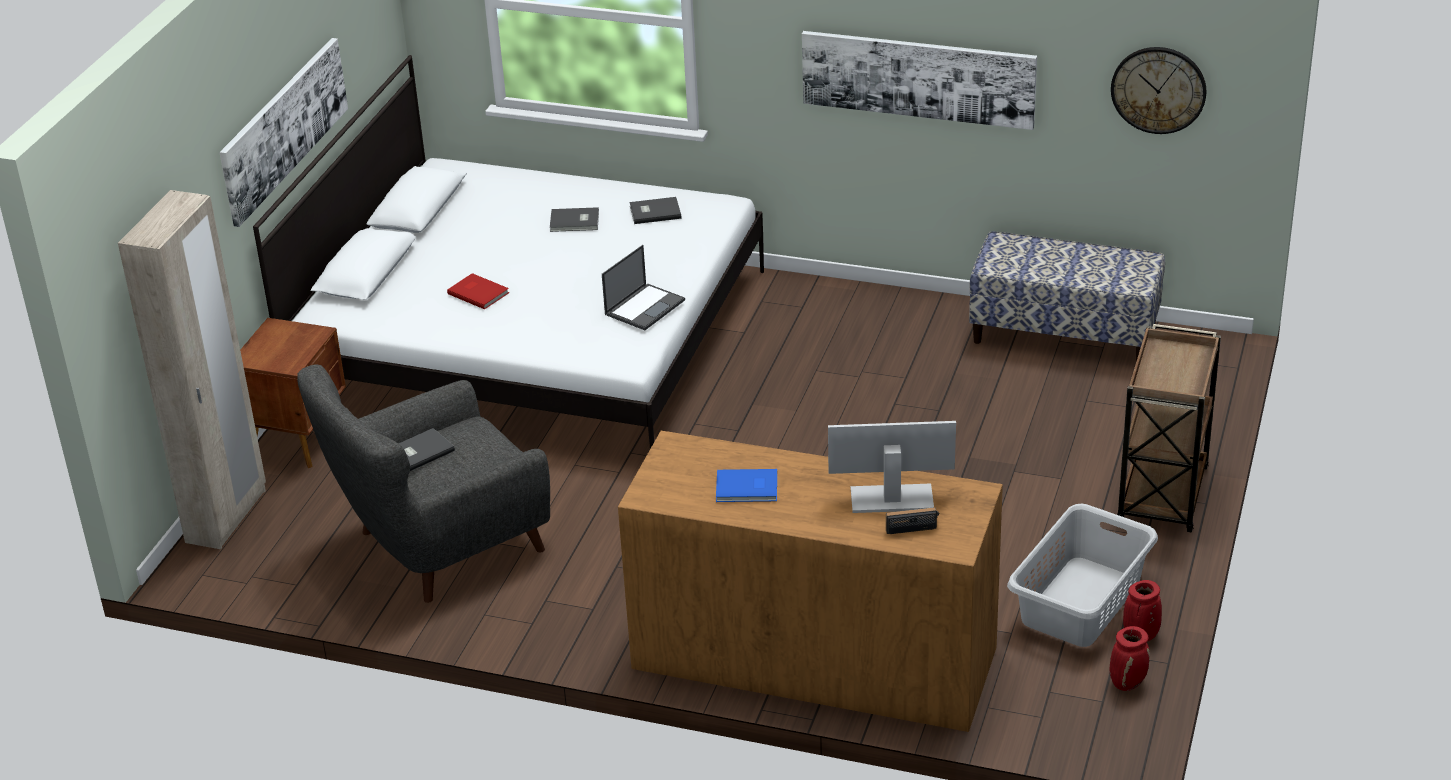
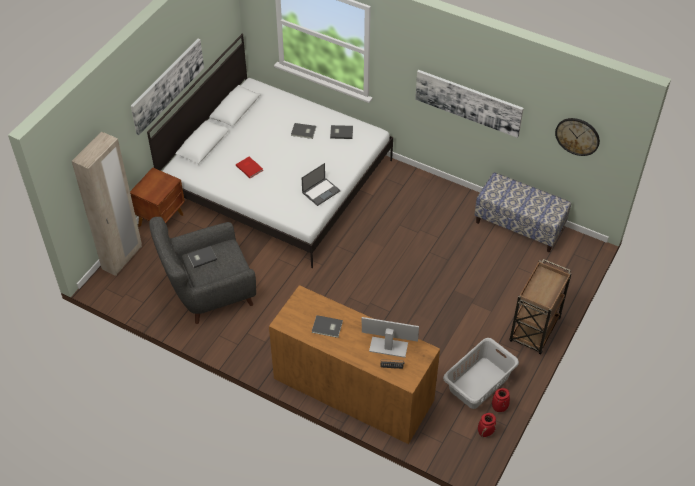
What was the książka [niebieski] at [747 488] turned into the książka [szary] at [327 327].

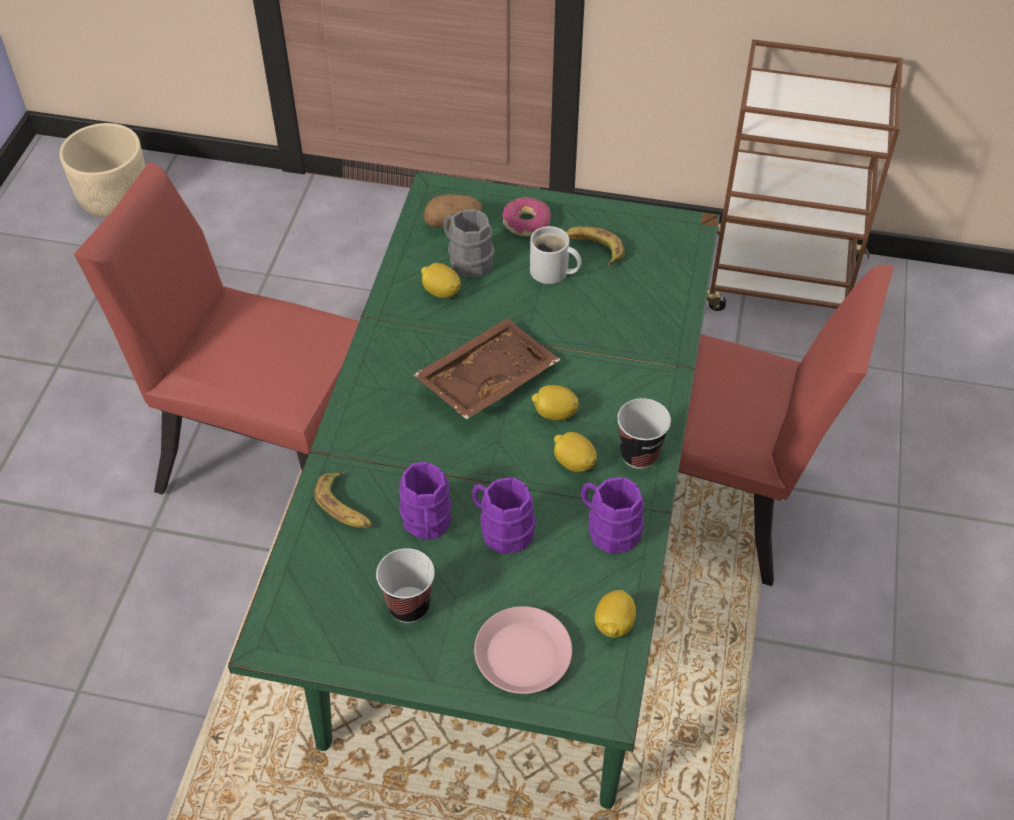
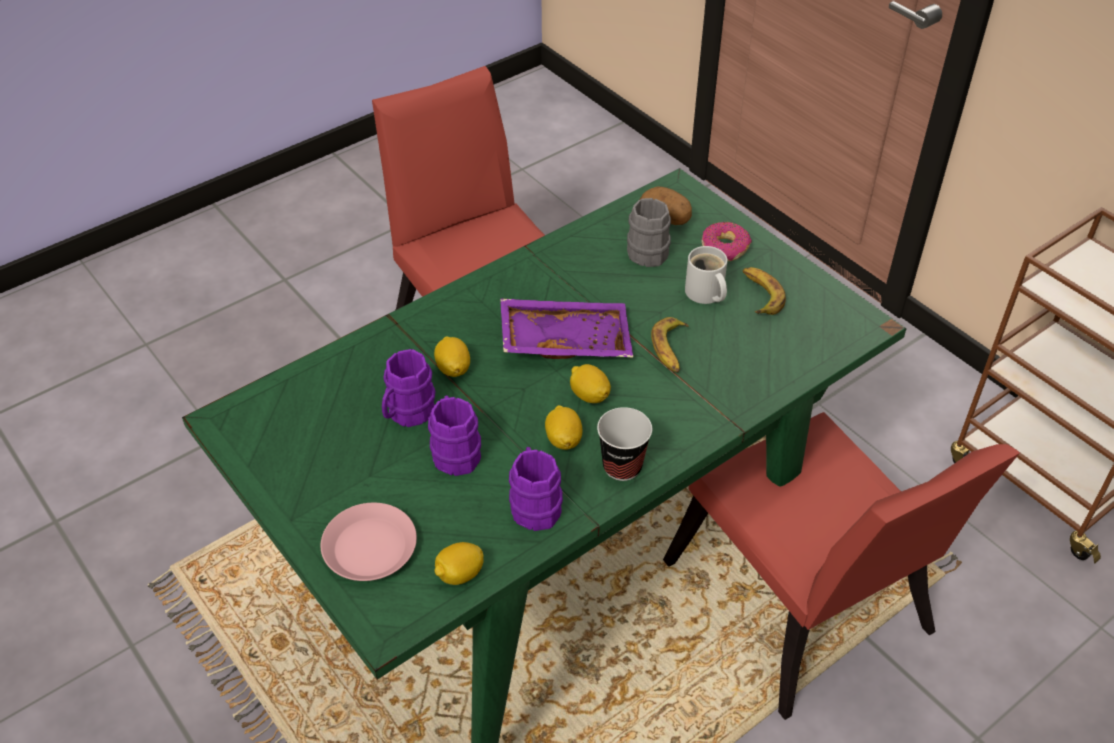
The second view lost the donica [beżowy] at [116 200]. The second view lost the filiżanka at [409 606]. The banan ended up elsewhere, having gone from [345 507] to [670 350]. The cytryna ended up elsewhere, having gone from [441 292] to [453 368]. What was the taca [brązowy] at [485 378] turned into the taca [fioletowy] at [565 339].

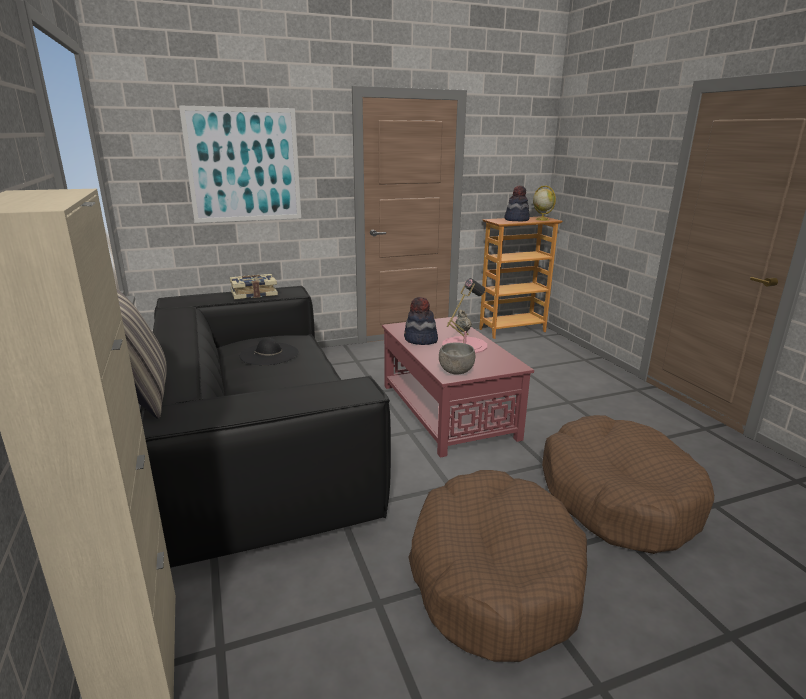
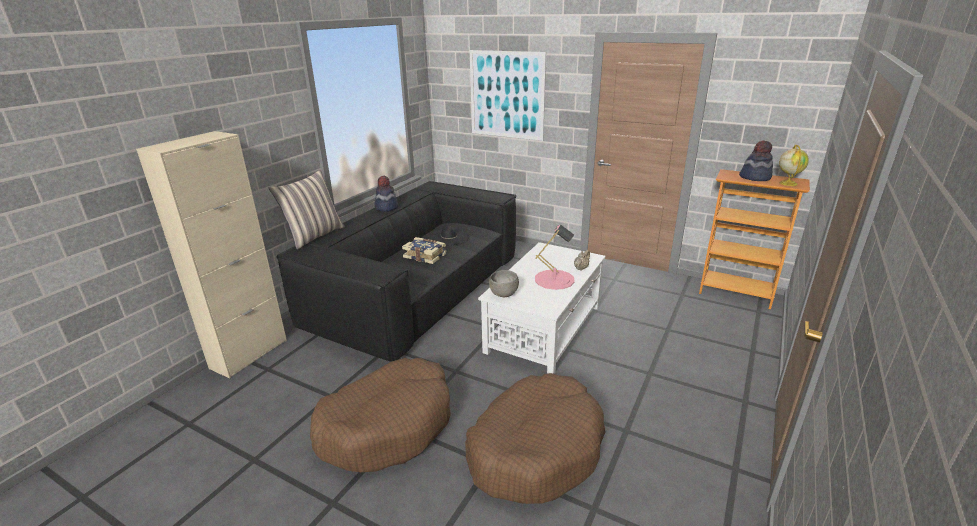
The książka ended up elsewhere, having gone from [254 294] to [425 256]. The kapelusz ended up elsewhere, having gone from [420 340] to [386 207]. What was the ława [czerwony] at [447 410] turned into the ława [biały] at [545 328].

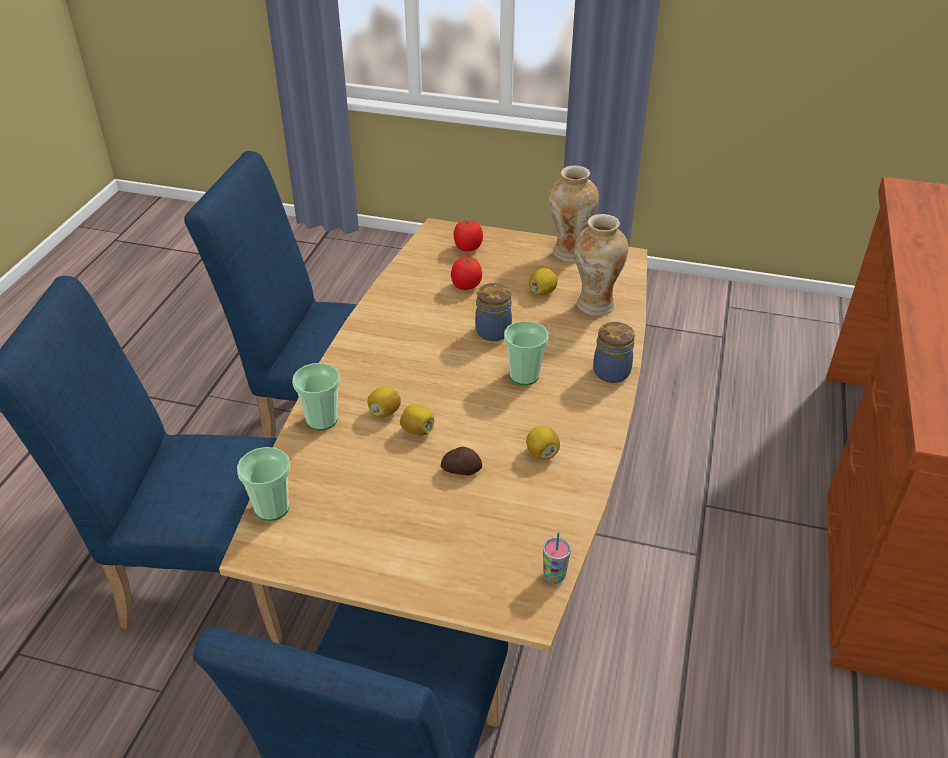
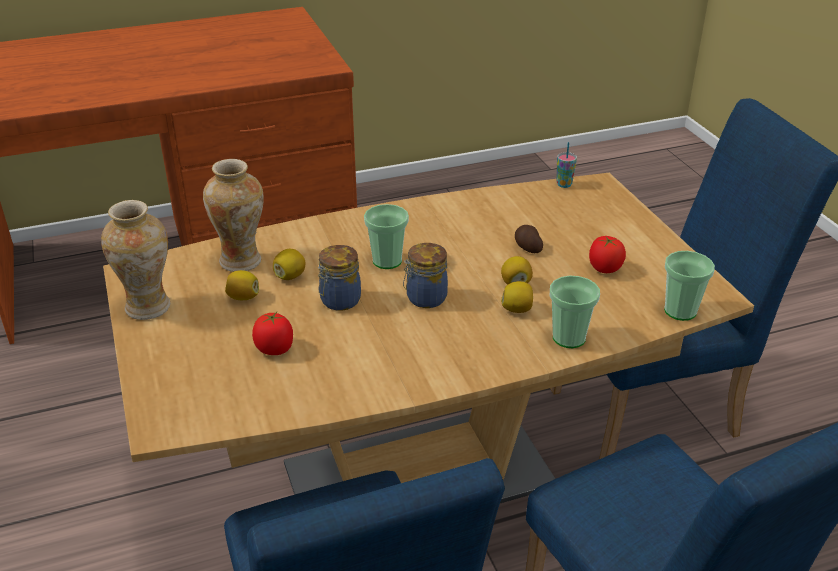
The pomidor ended up elsewhere, having gone from [468 248] to [604 269]. The cytryna ended up elsewhere, having gone from [542 453] to [290 276]. The słoik ended up elsewhere, having gone from [611 371] to [425 298].

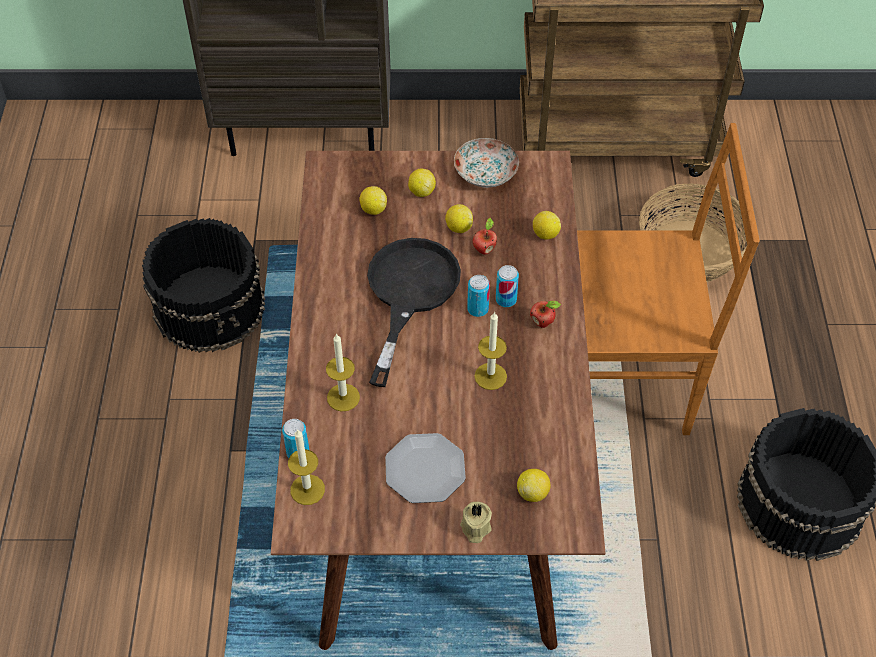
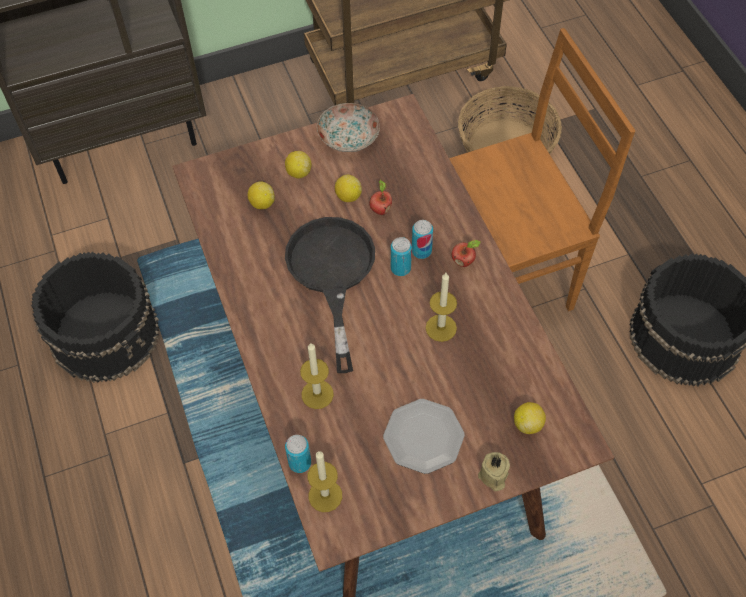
The second view lost the cytryna at [545 234].

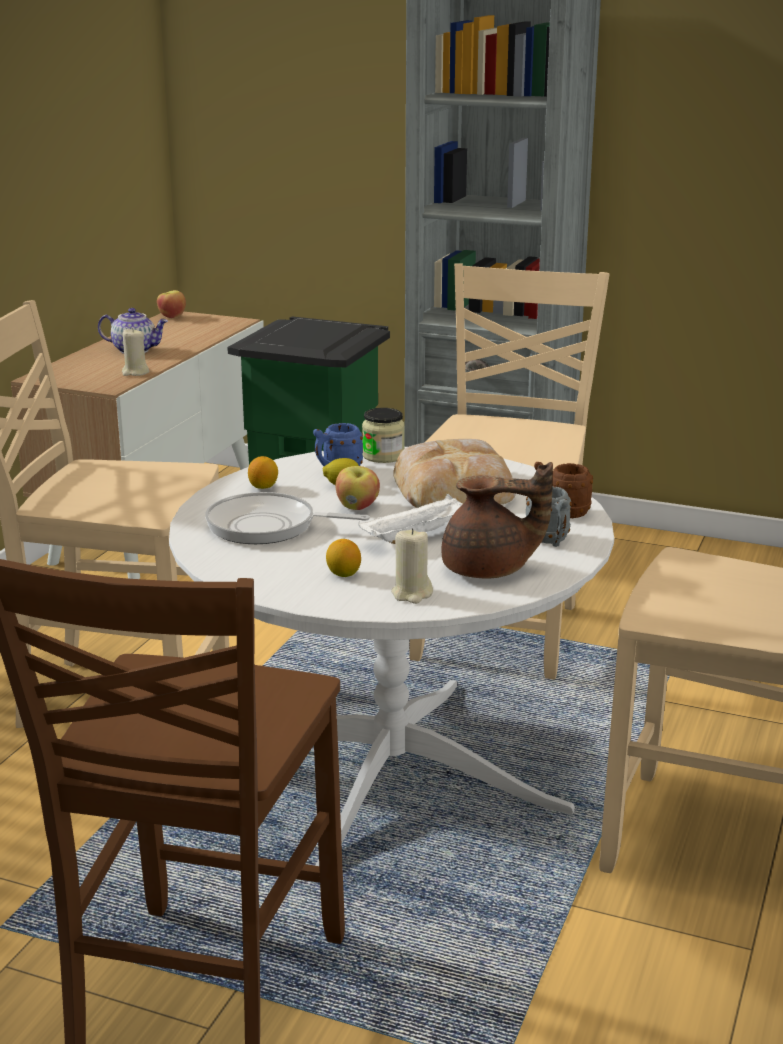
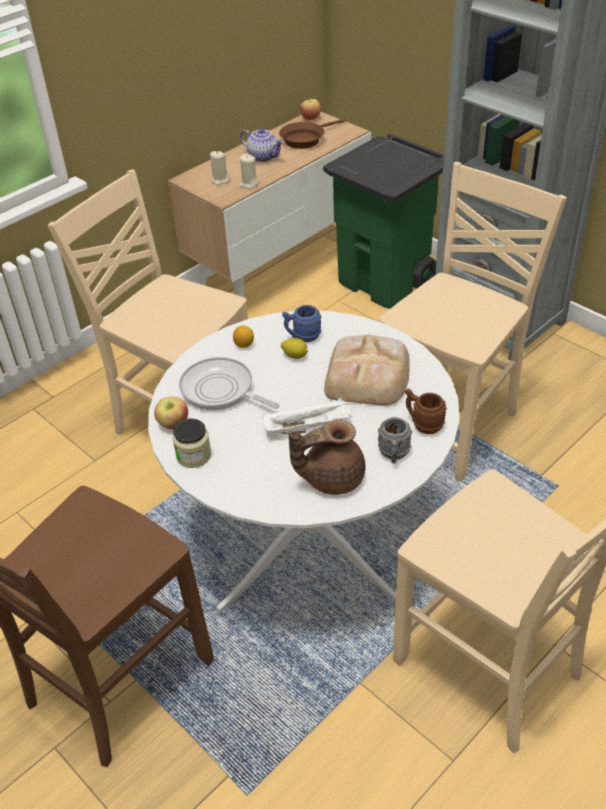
The second view lost the cytryna at [343 574]. The second view gained the patelnia [brązowy] at [305 139]. The jabłko ended up elsewhere, having gone from [357 507] to [173 424]. The słoik ended up elsewhere, having gone from [383 456] to [194 456]. The świeca [beżowy] ended up elsewhere, having gone from [412 594] to [220 180]. The imbryk [brązowy] at [489 570] ended up facing another way, 135 degrees clockwise from before.

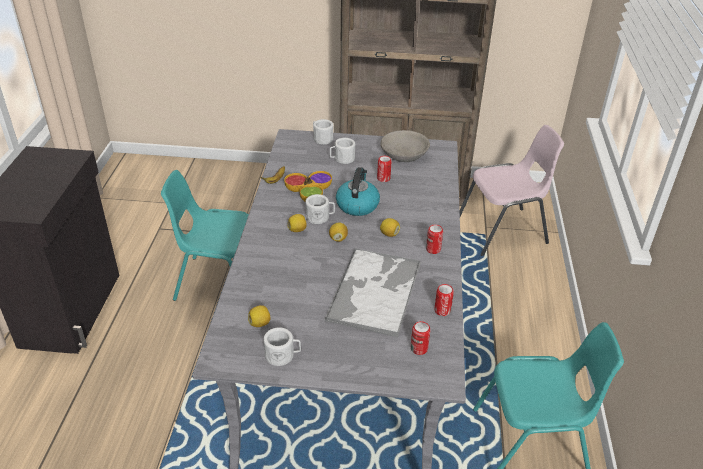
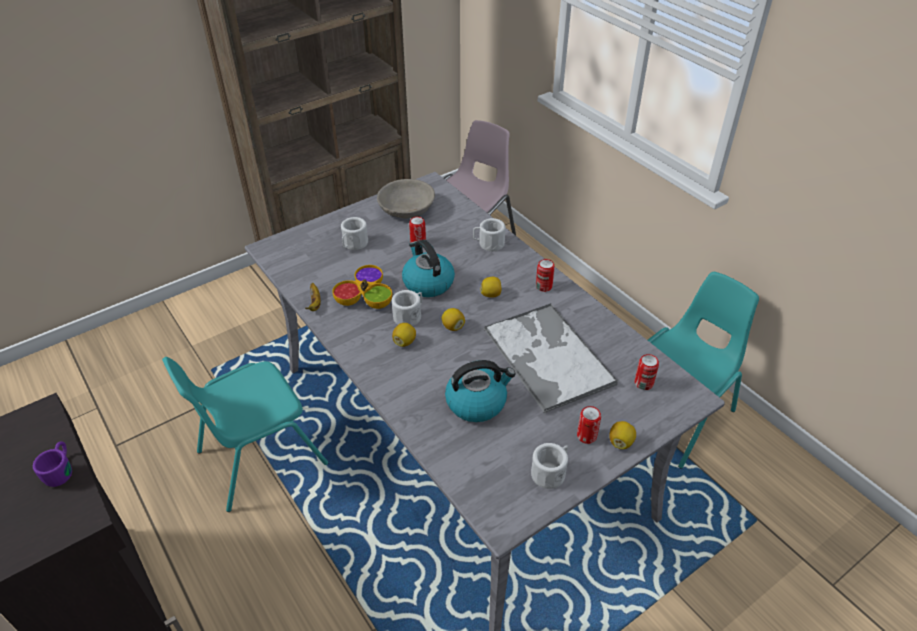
The second view gained the kubek [fioletowy] at [61 469]. The second view gained the czajnik at [477 402]. The cytryna ended up elsewhere, having gone from [260 323] to [620 442]. The kubek [biały] ended up elsewhere, having gone from [321 138] to [488 244]. The puszka ended up elsewhere, having gone from [442 310] to [586 436].

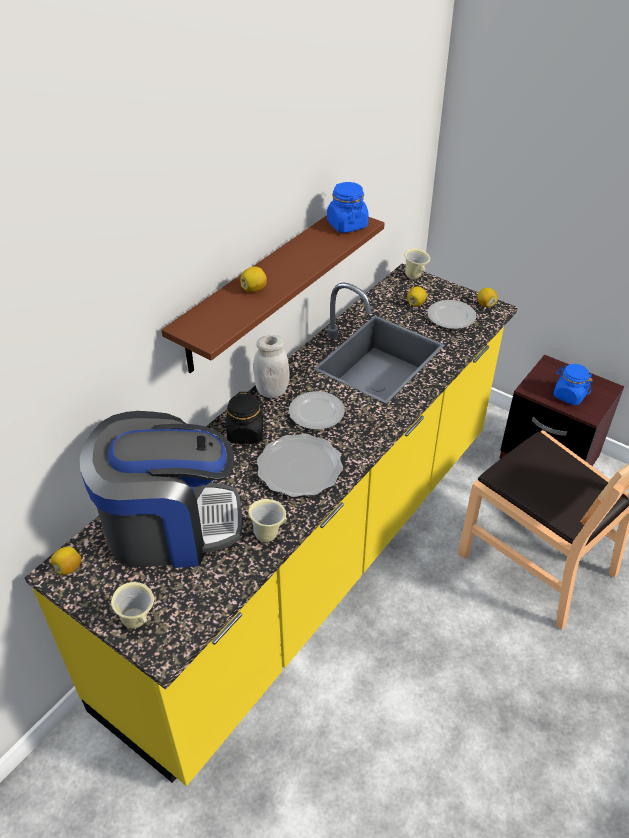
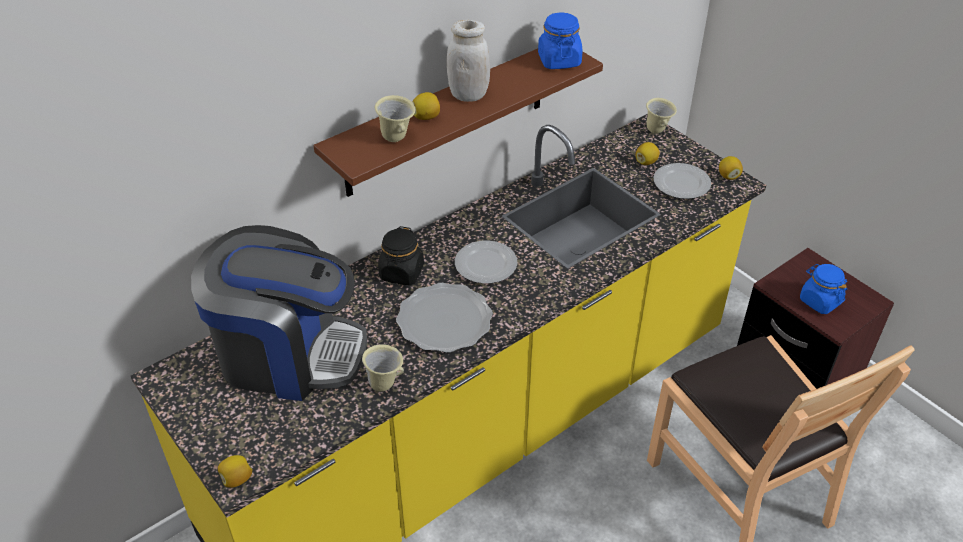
The cytryna ended up elsewhere, having gone from [68 568] to [237 479]. The kubek [beżowy] ended up elsewhere, having gone from [138 621] to [397 139]. The słoik [biały] ended up elsewhere, having gone from [272 391] to [468 95].

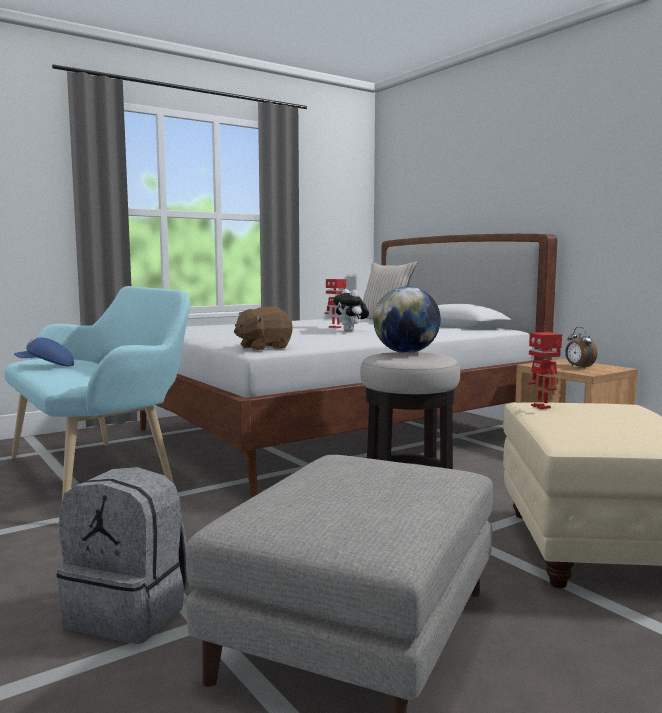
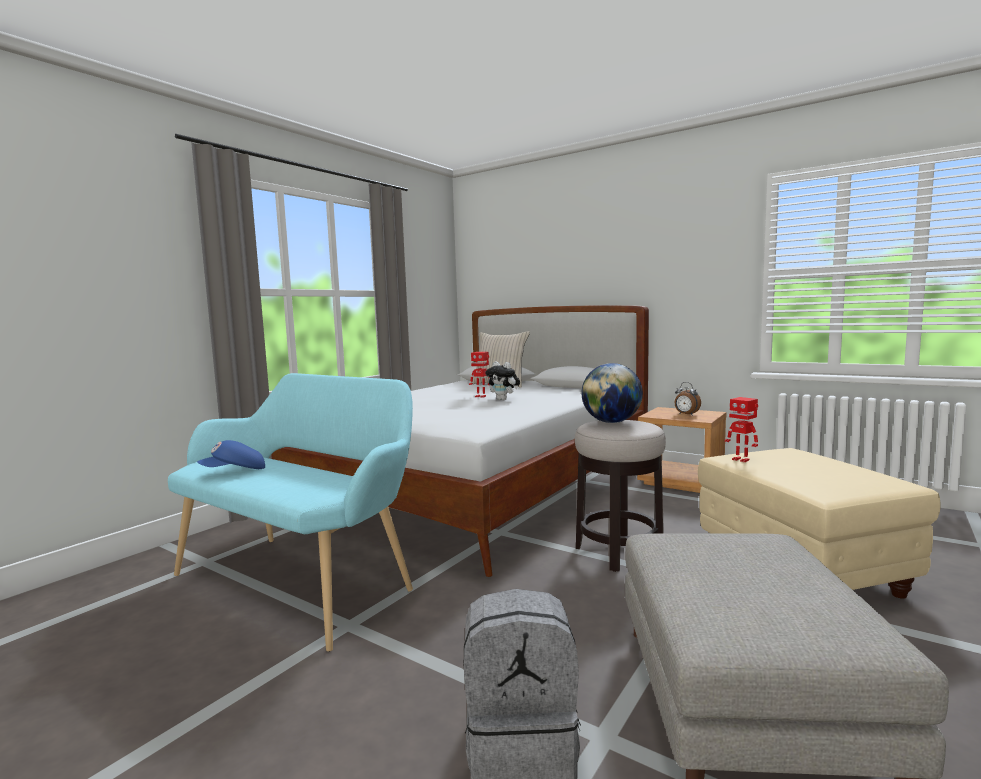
The second view lost the pluszak [brązowy] at [263 348].

